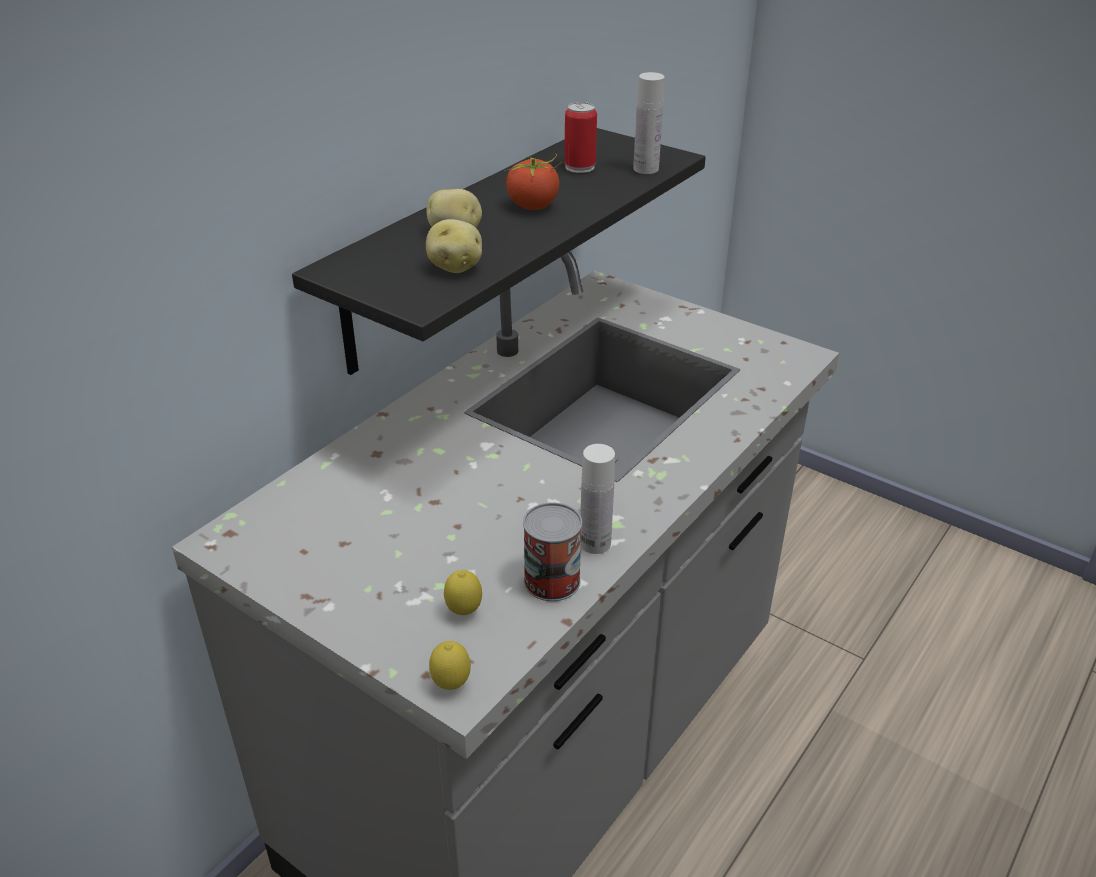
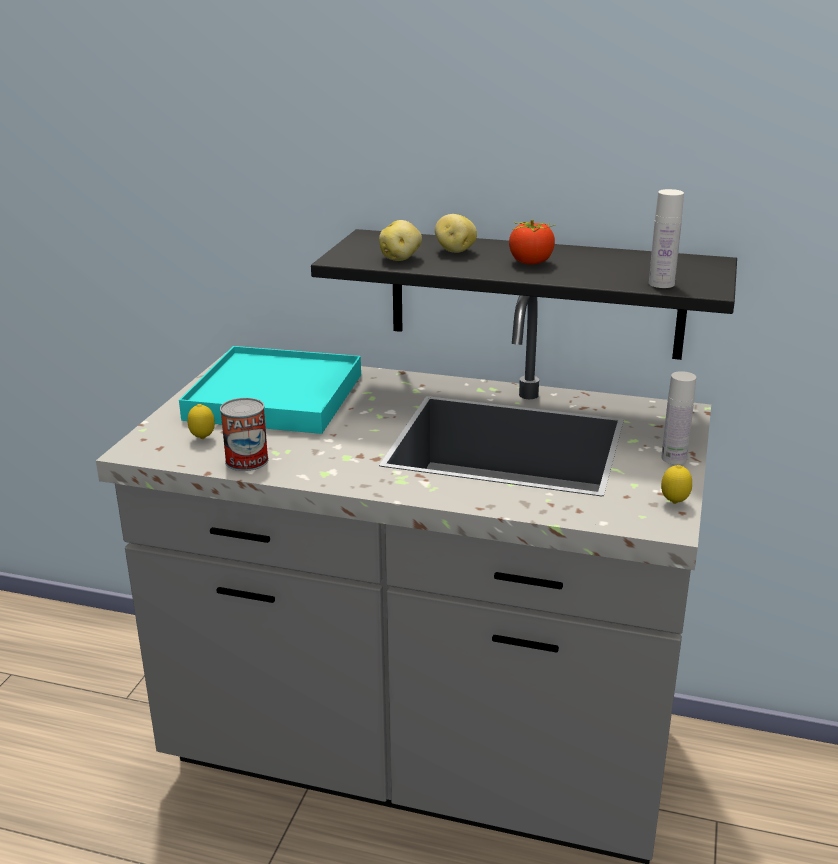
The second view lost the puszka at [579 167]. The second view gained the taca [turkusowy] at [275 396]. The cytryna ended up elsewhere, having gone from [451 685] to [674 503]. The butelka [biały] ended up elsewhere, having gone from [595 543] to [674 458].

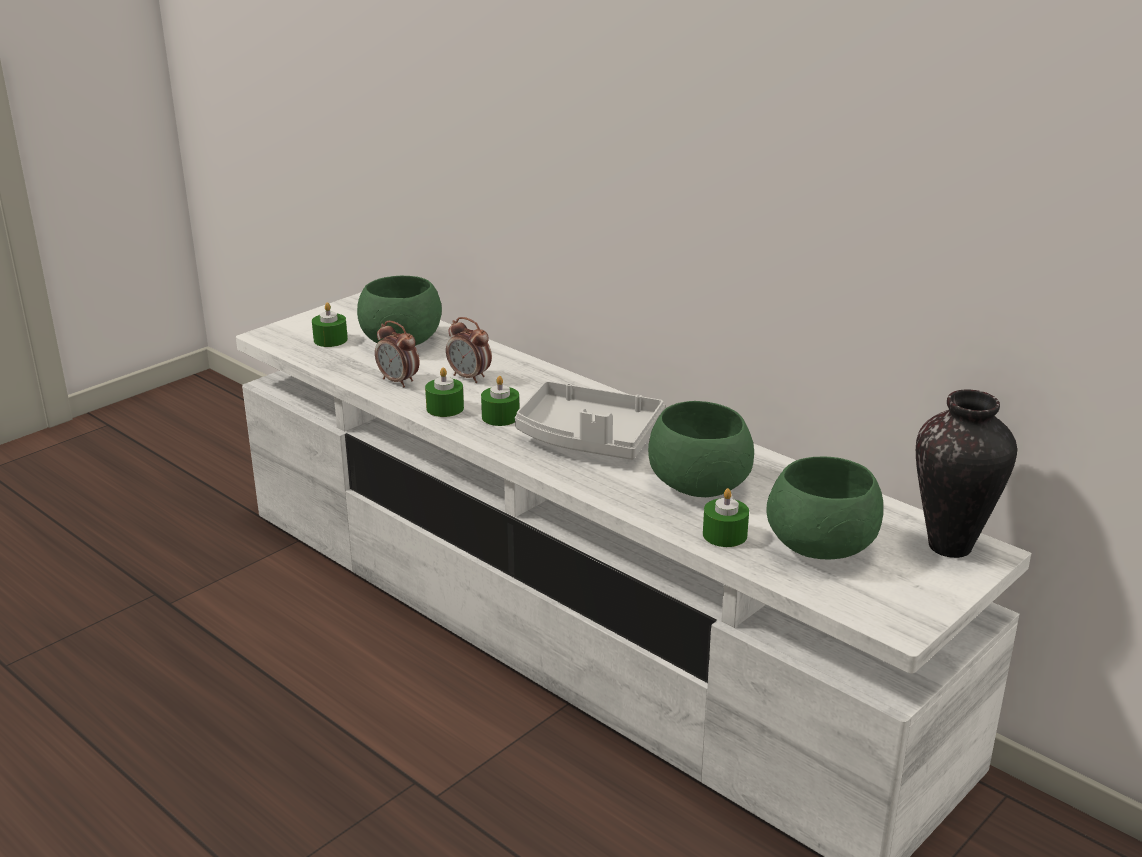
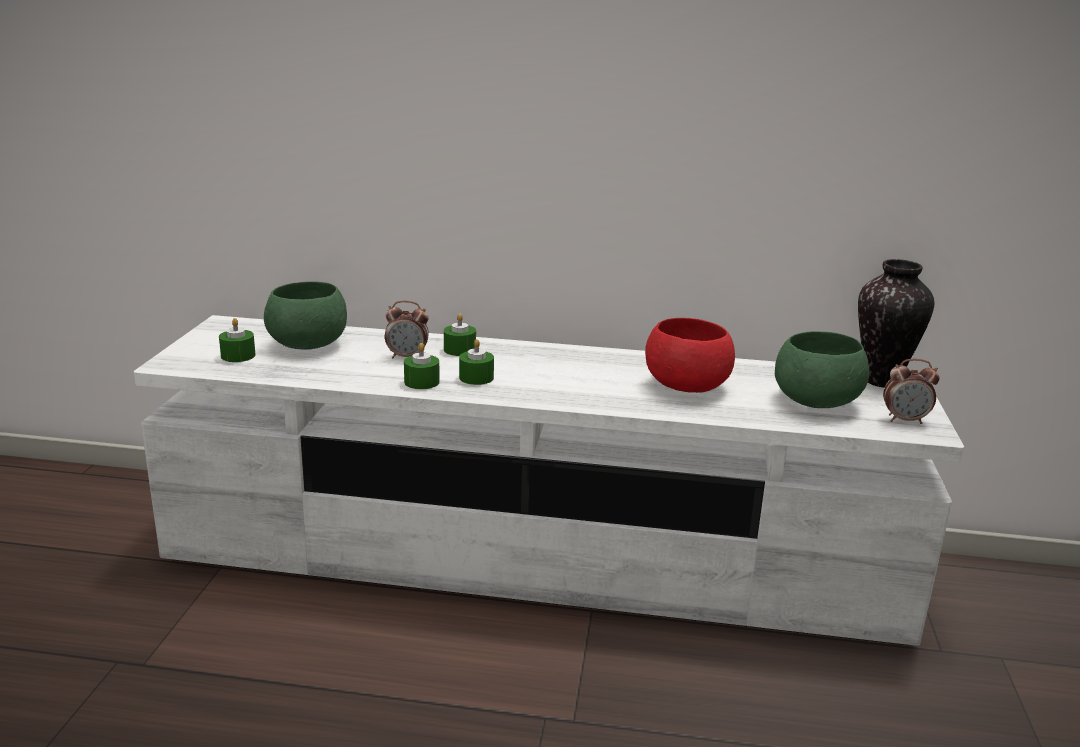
The second view lost the taca [szary] at [588 438]. The budzik ended up elsewhere, having gone from [398 381] to [905 420]. The świeca [zielony] ended up elsewhere, having gone from [724 535] to [459 350]. What was the miska [zielony] at [700 486] turned into the miska [czerwony] at [688 387].

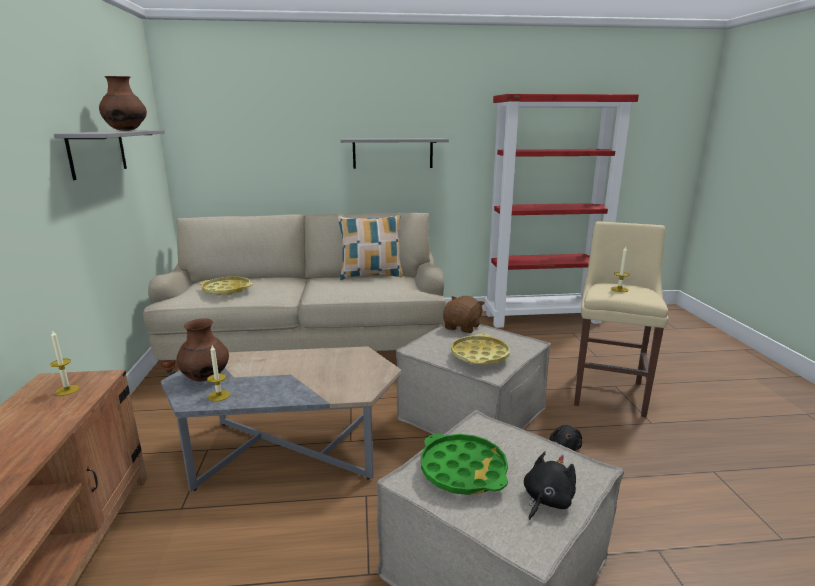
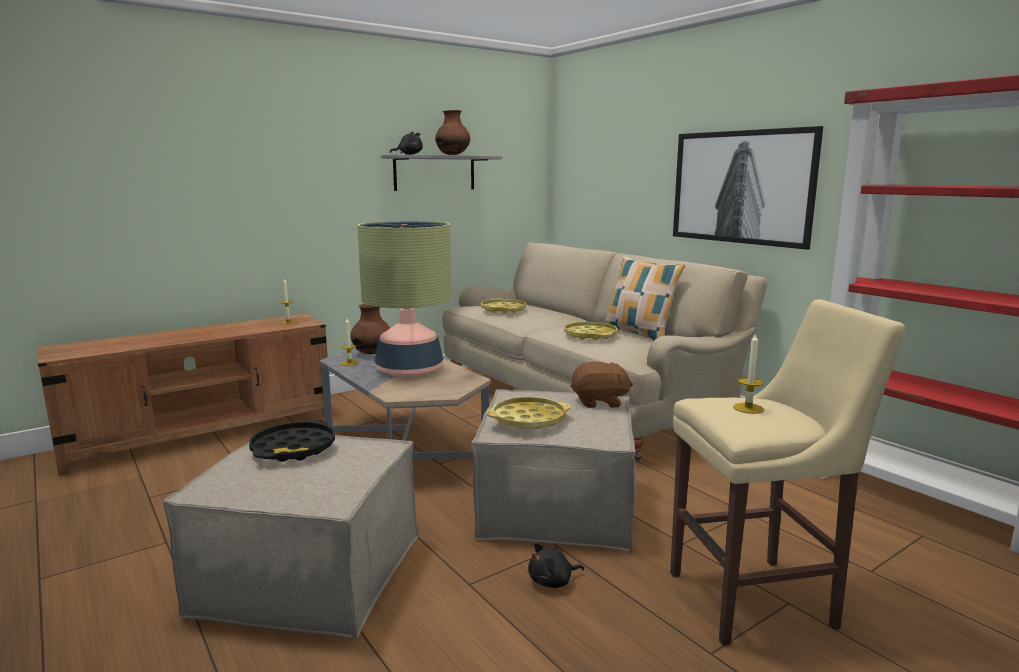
The second view gained the lampa stołowa at [410 370]. The second view gained the taca [żółty] at [590 335]. The pluszak [czarny] ended up elsewhere, having gone from [546 500] to [409 154]. Where the półka [szary] hung at [393 153], the obraz came to hang at [740 187]. What was the taca [zielony] at [463 470] turned into the taca [czarny] at [293 448].

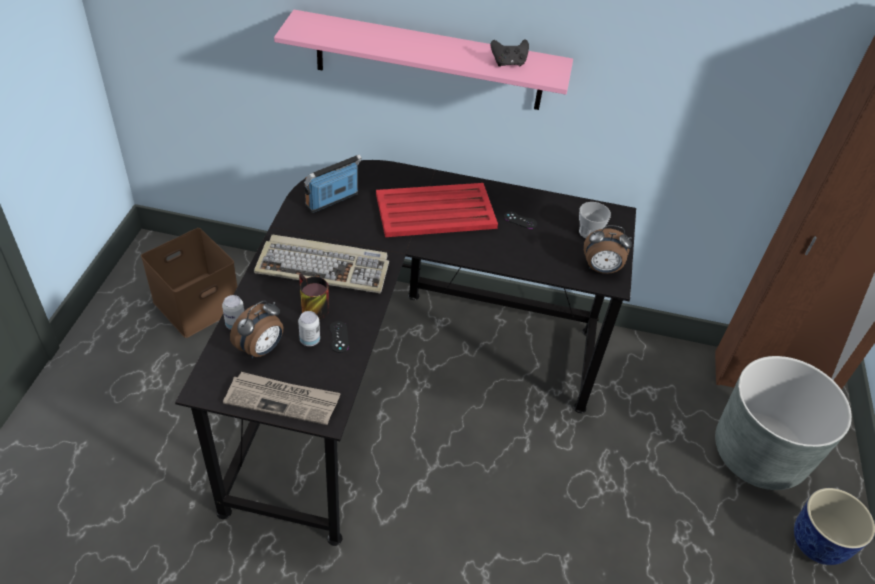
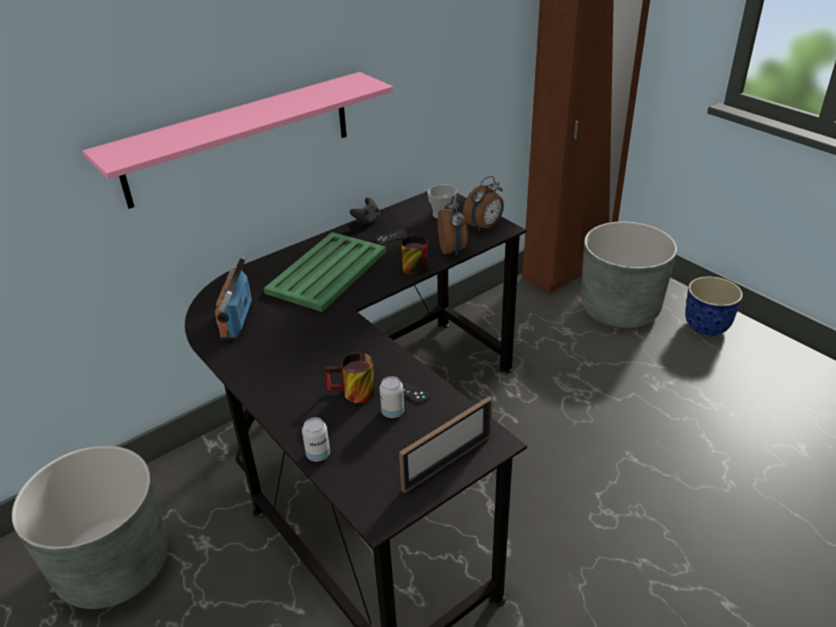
The second view lost the klawiatura at [324 267]. The second view gained the kubek at [412 266]. The budzik ended up elsewhere, having gone from [261 349] to [453 250]. The pad do gier [czarny] ended up elsewhere, having gone from [508 63] to [367 221]. Where the pojemnik do przechowywania [brązowy] stood at [197 302], the donica [szary] came to stand at [114 565]. Where the gazeta stood at [283 400], the ramka na zdjęcie came to stand at [447 462]. What was the taca [czerwony] at [434 211] turned into the taca [zielony] at [326 272].

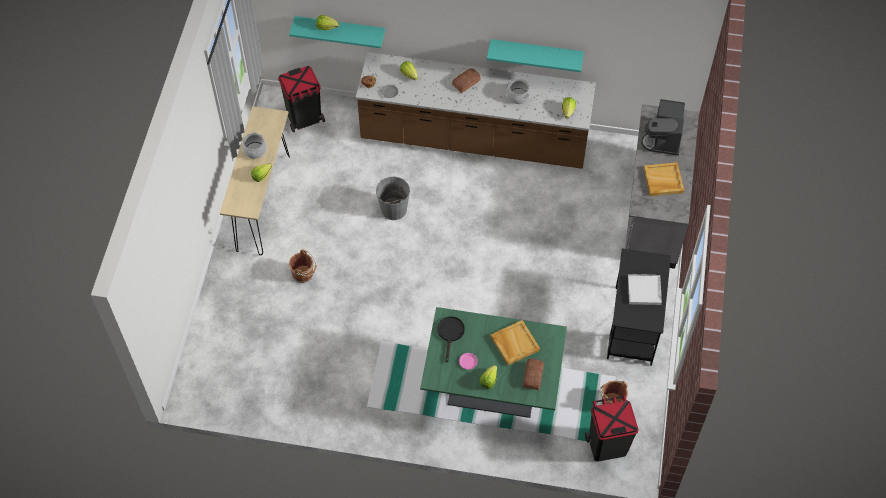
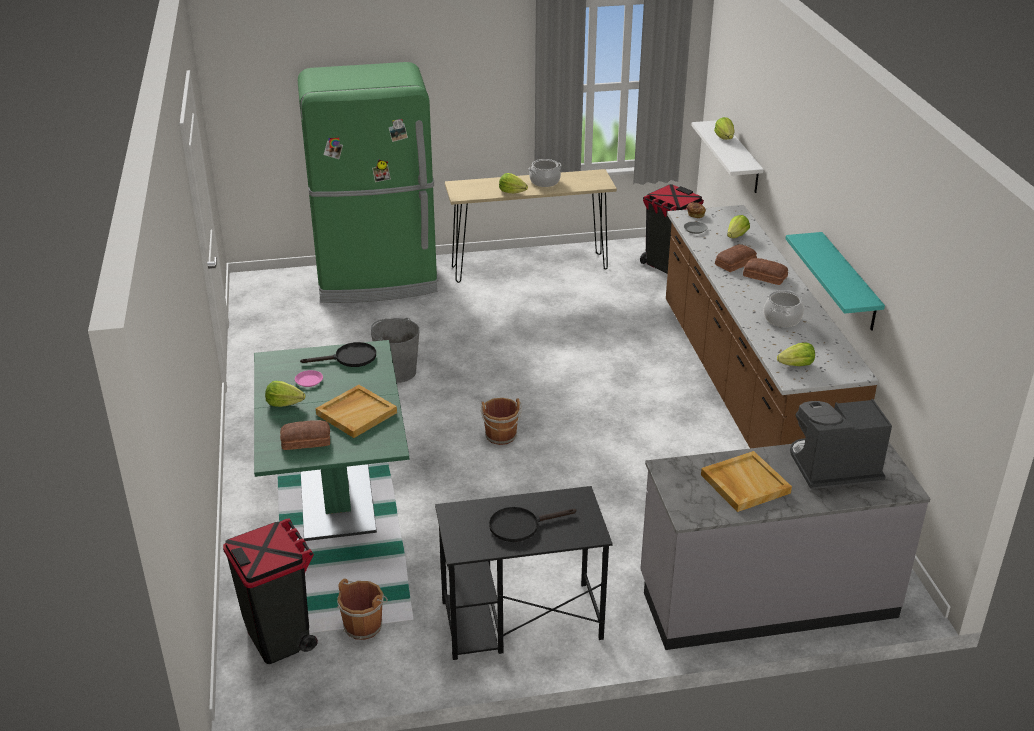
The second view gained the lodówka [zielony] at [377 280]. The second view gained the chleb at [734 262]. The wiadro [brązowy] ended up elsewhere, having gone from [304 274] to [501 436]. The wiadro [szary] ended up elsewhere, having gone from [393 209] to [397 372]. Where the taca [biały] stood at [644 290], the patelnia [czarny] came to stand at [521 525]. What was the półka [turkusowy] at [340 29] turned into the półka [biały] at [740 157].

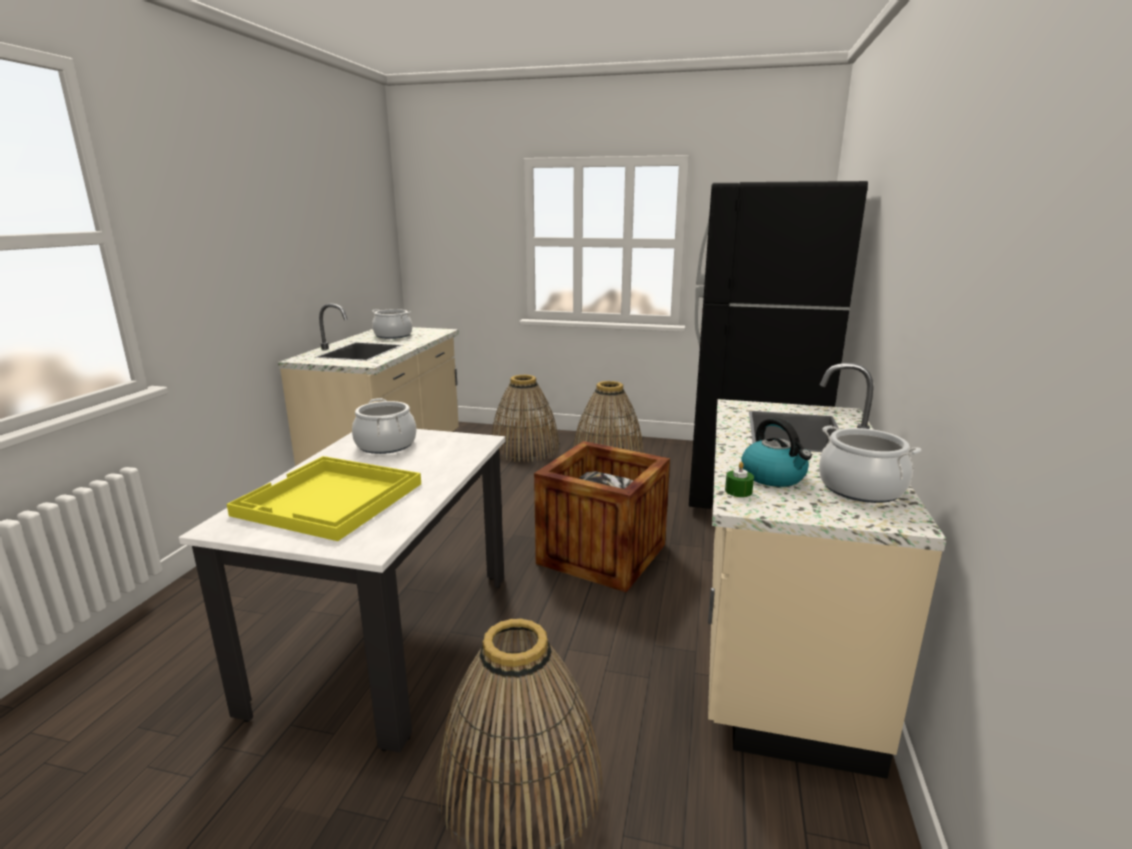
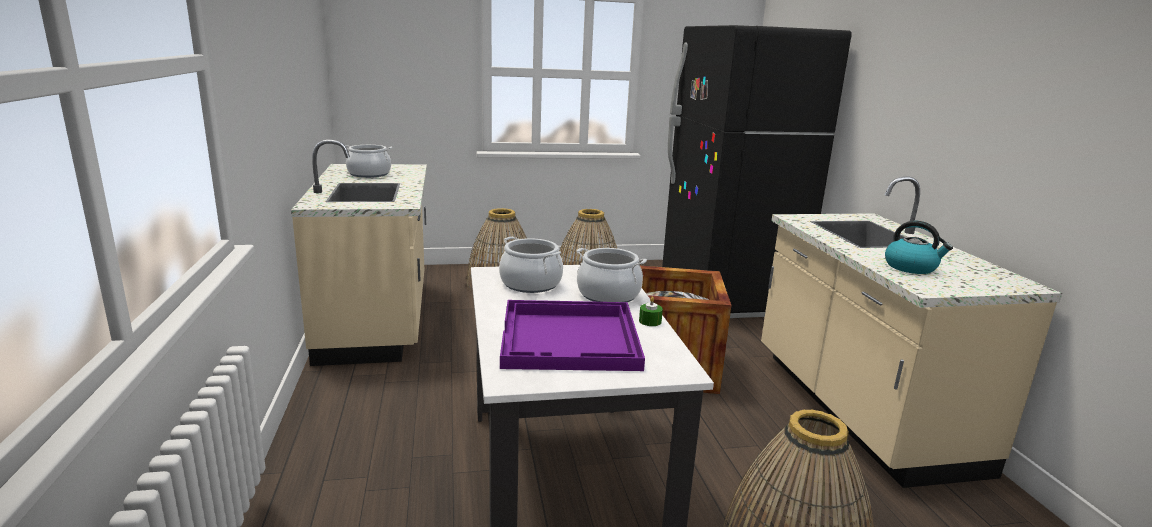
The świeca [zielony] ended up elsewhere, having gone from [738 491] to [650 321]. The garnek ended up elsewhere, having gone from [861 489] to [608 295]. What was the taca [żółty] at [330 500] turned into the taca [fioletowy] at [571 339].

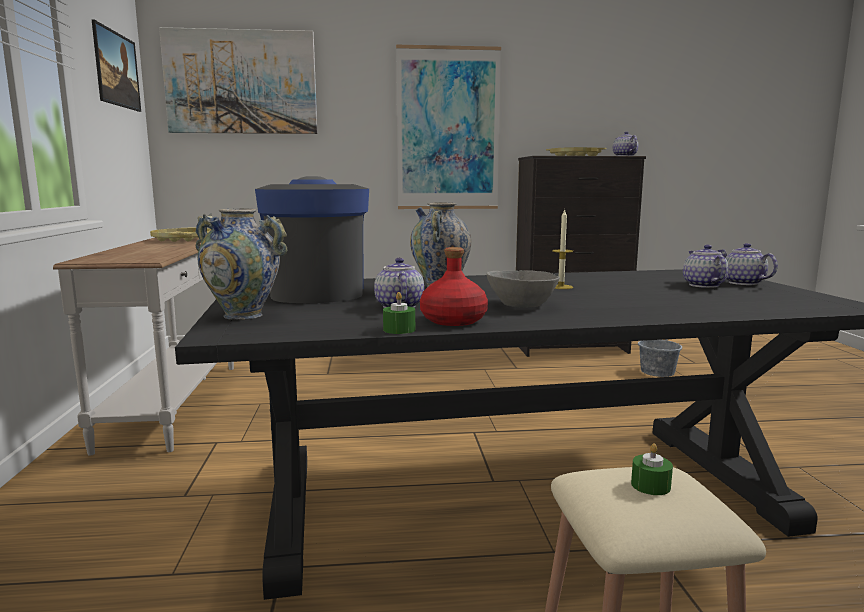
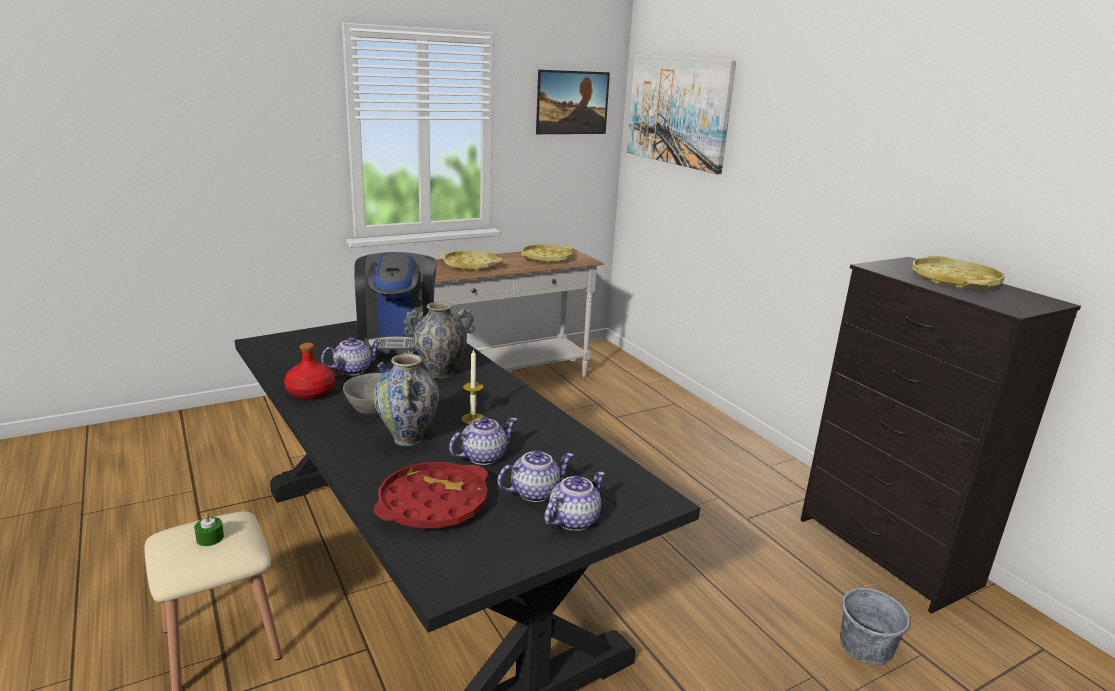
The second view lost the świeca [zielony] at [399 330]. The second view lost the obraz at [448 129]. The second view gained the taca [czerwony] at [433 504]. The second view gained the taca [żółty] at [470 265]. The wazon ended up elsewhere, having gone from [243 315] to [408 438]. The imbryk ended up elsewhere, having gone from [624 156] to [483 457]. The ekspres do kawy at [315 291] ended up facing another way, 120 degrees clockwise from before.

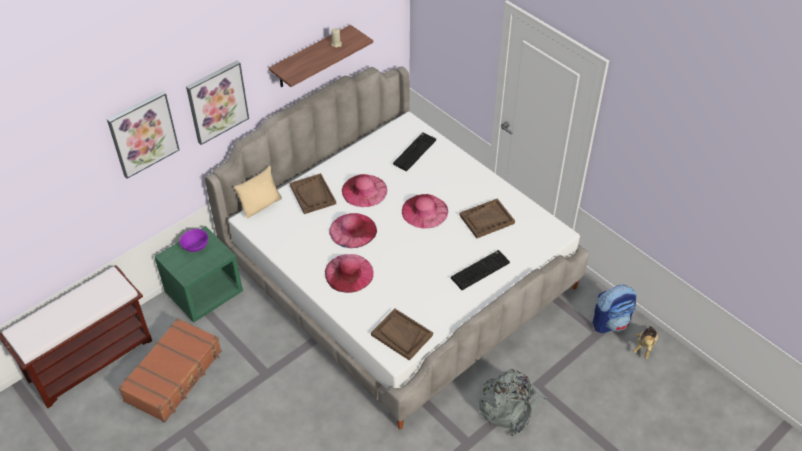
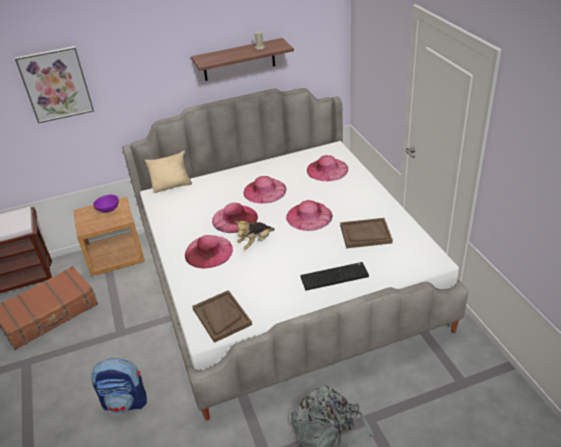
The second view lost the obraz at [217 102]. The second view lost the taca [brązowy] at [313 195]. The plecak ended up elsewhere, having gone from [611 322] to [126 401]. The pluszak ended up elsewhere, having gone from [644 346] to [255 242]. Where the klawiatura stood at [414 151], the kapelusz [różowy] came to stand at [327 169]. What was the szafka nocna [zielony] at [204 293] turned into the szafka nocna [brązowy] at [116 256].

